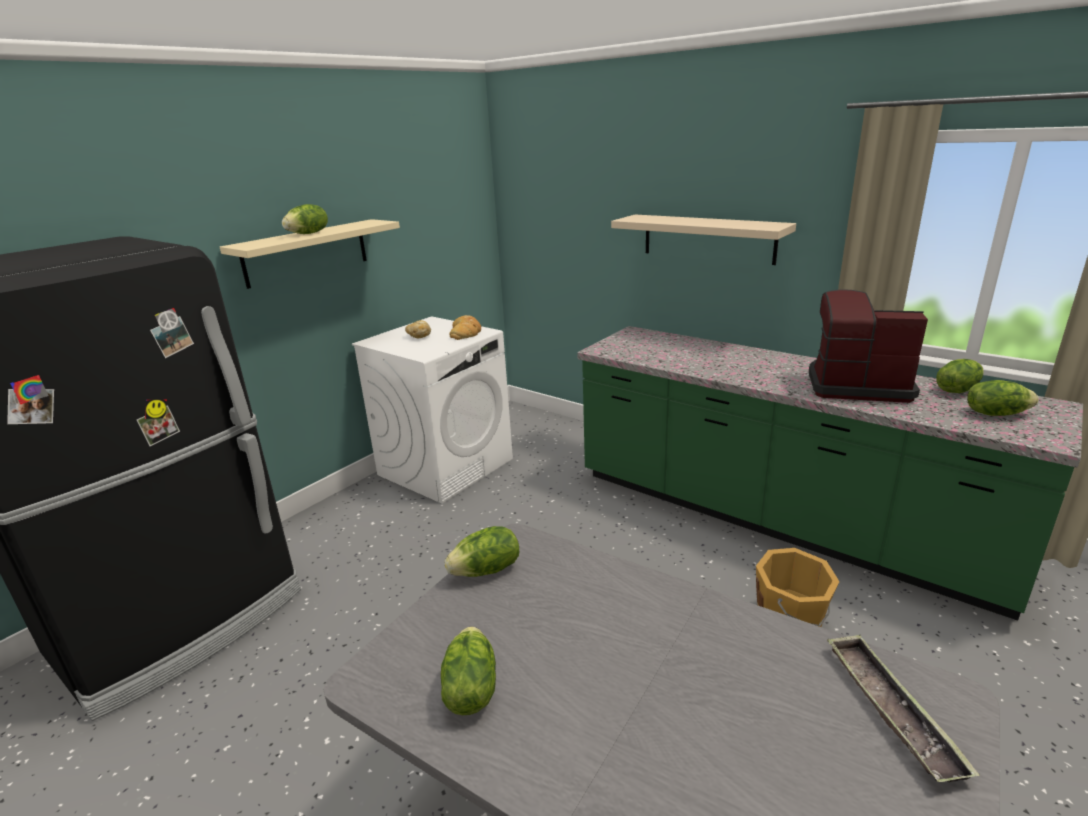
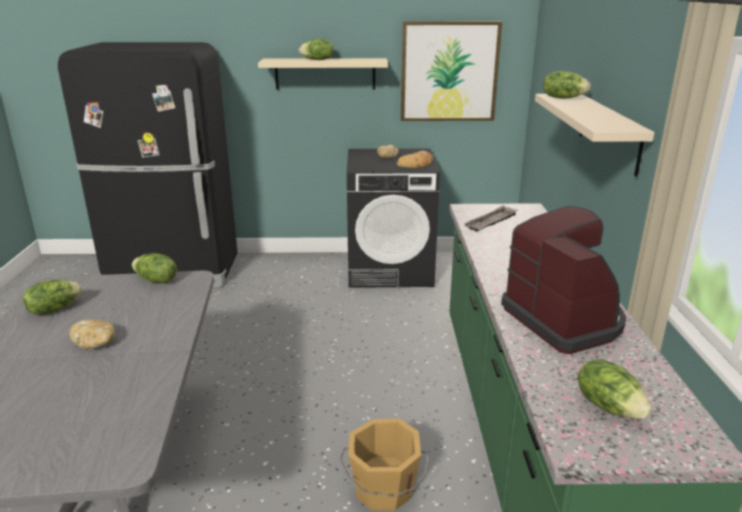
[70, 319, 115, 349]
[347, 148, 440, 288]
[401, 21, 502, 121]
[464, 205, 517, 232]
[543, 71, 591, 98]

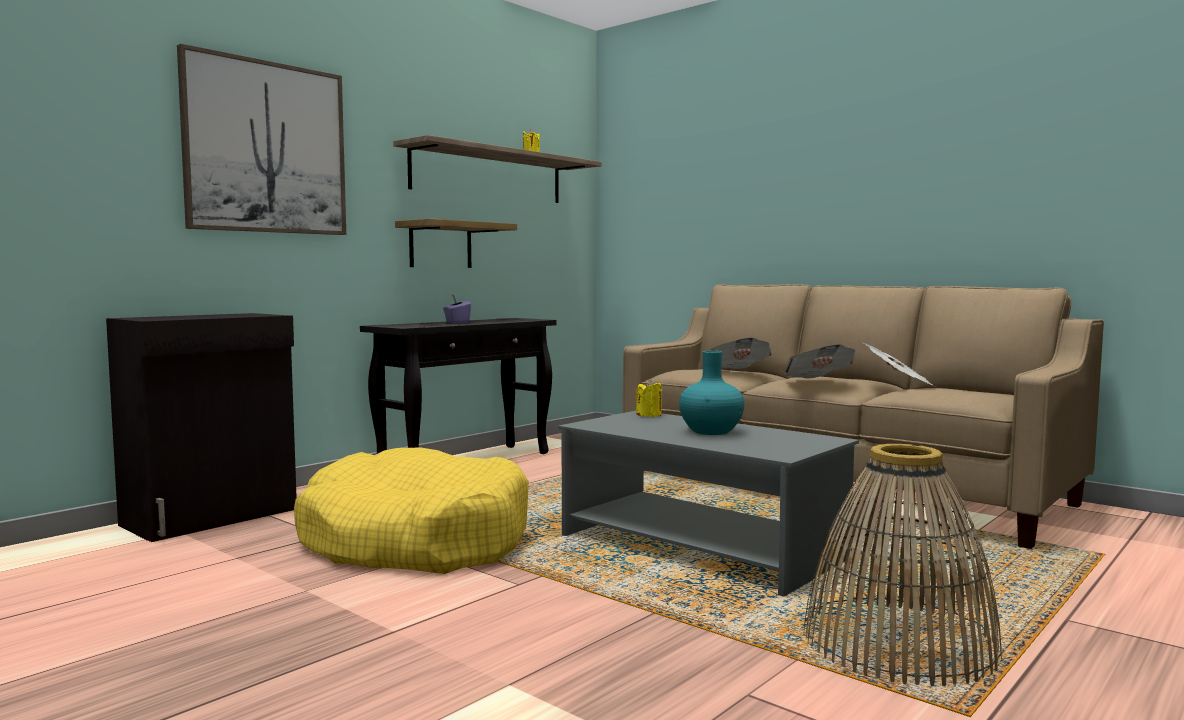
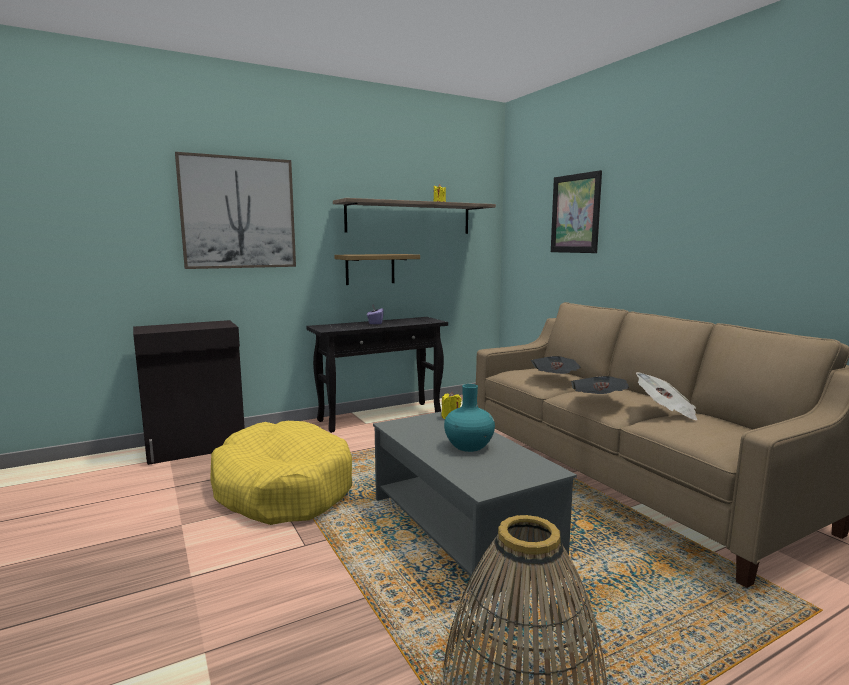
[551, 170, 602, 253]

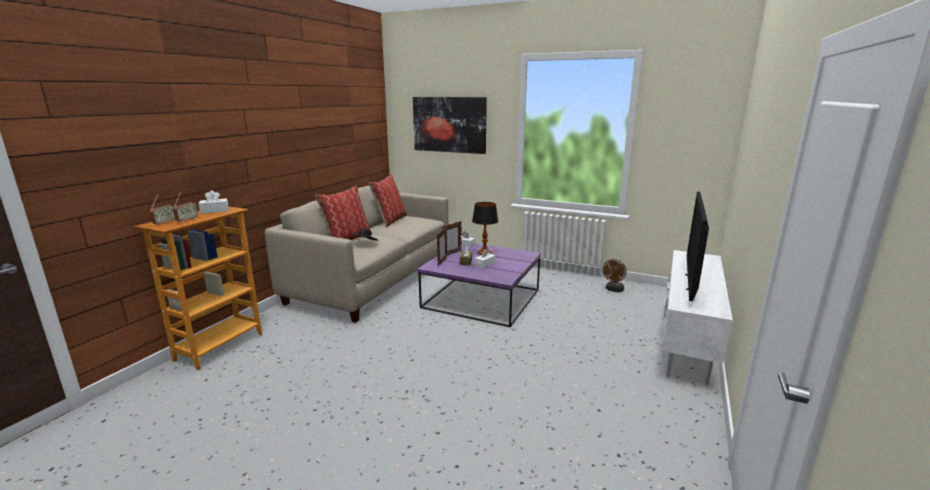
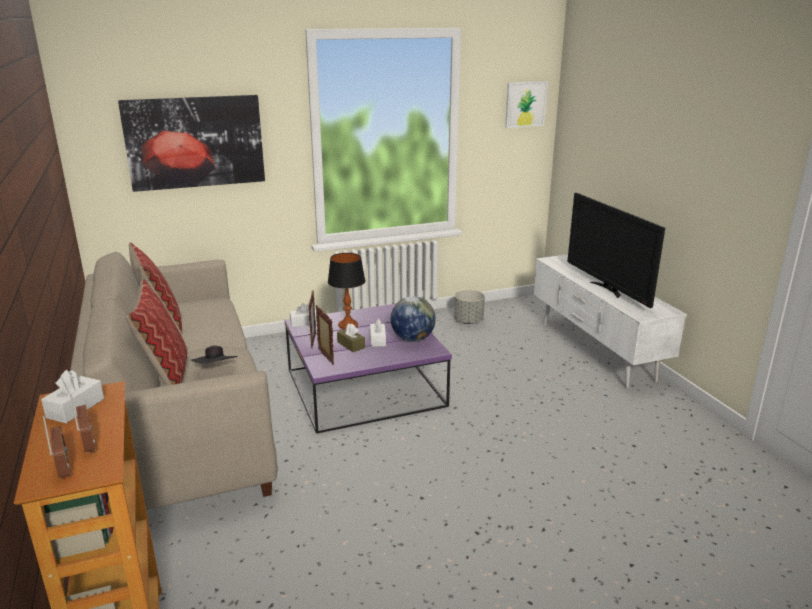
[391, 296, 436, 342]
[454, 290, 485, 324]
[505, 81, 547, 128]

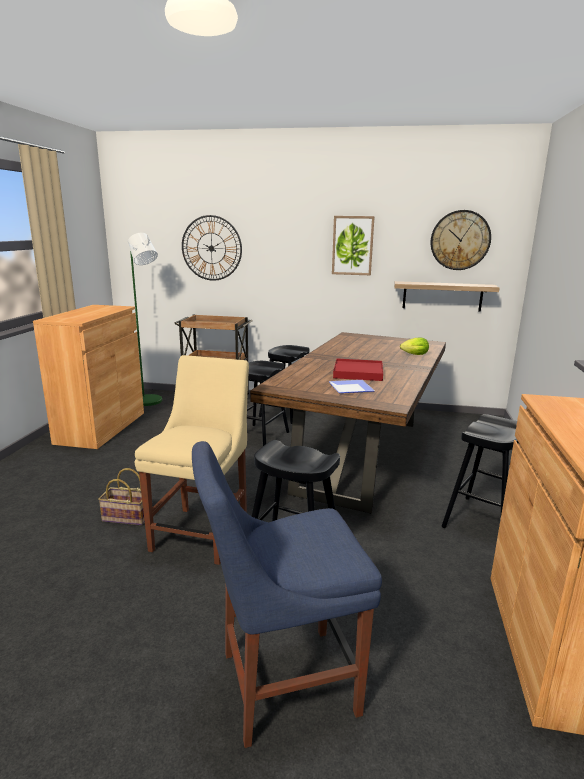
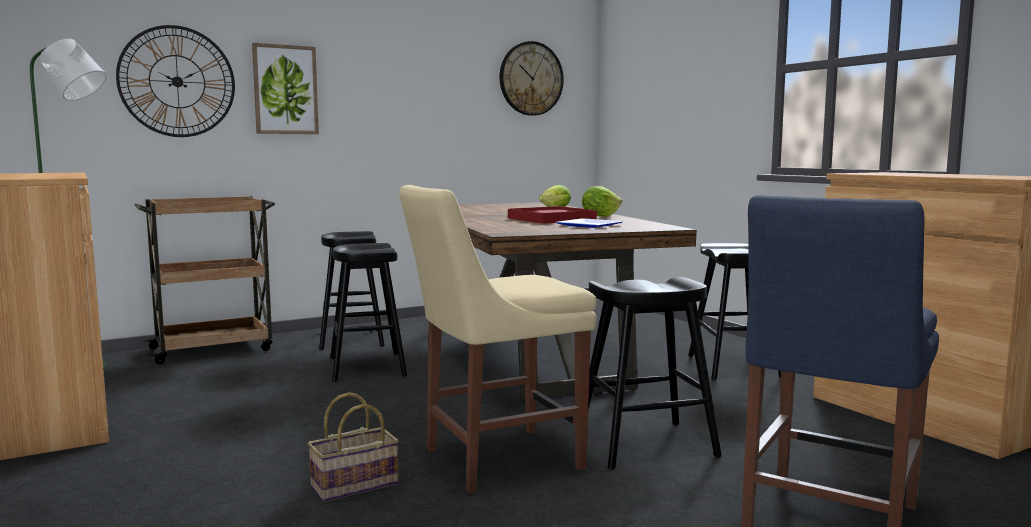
[252, 43, 319, 134]
[399, 185, 597, 494]
[582, 186, 622, 217]
[394, 281, 500, 312] (first image)

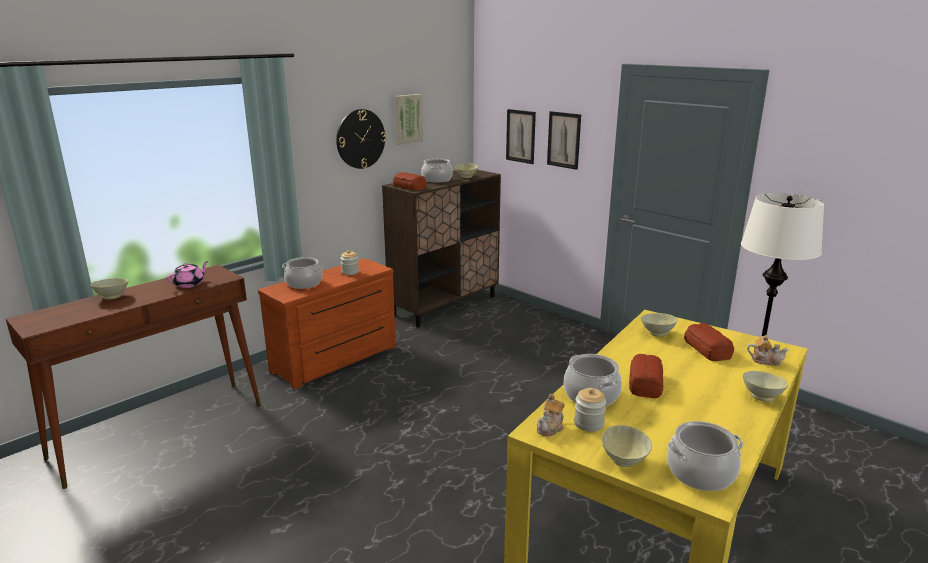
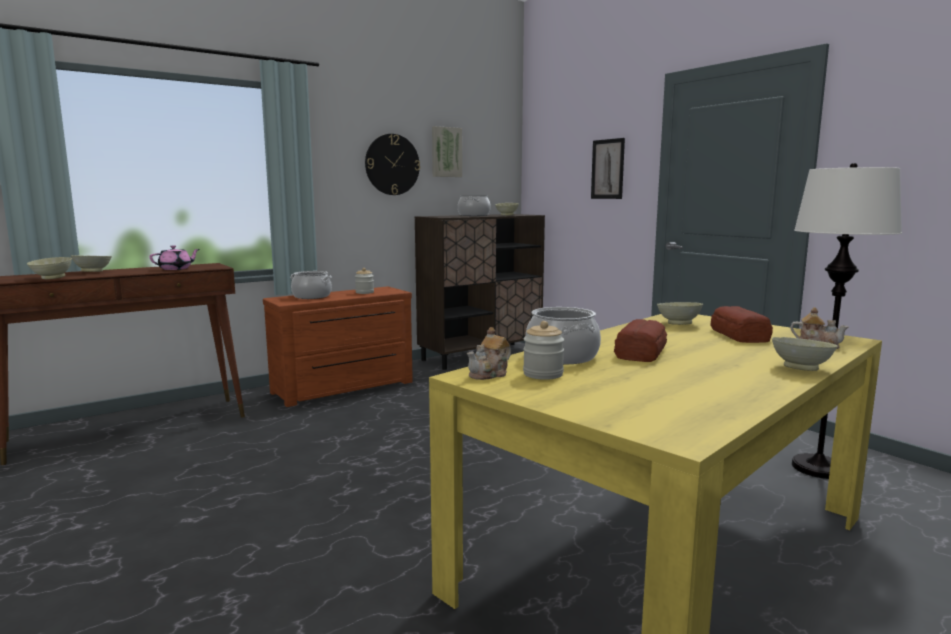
[27, 257, 72, 279]
[393, 172, 426, 190] (first image)
[506, 109, 536, 164] (first image)
[667, 421, 743, 491] (first image)

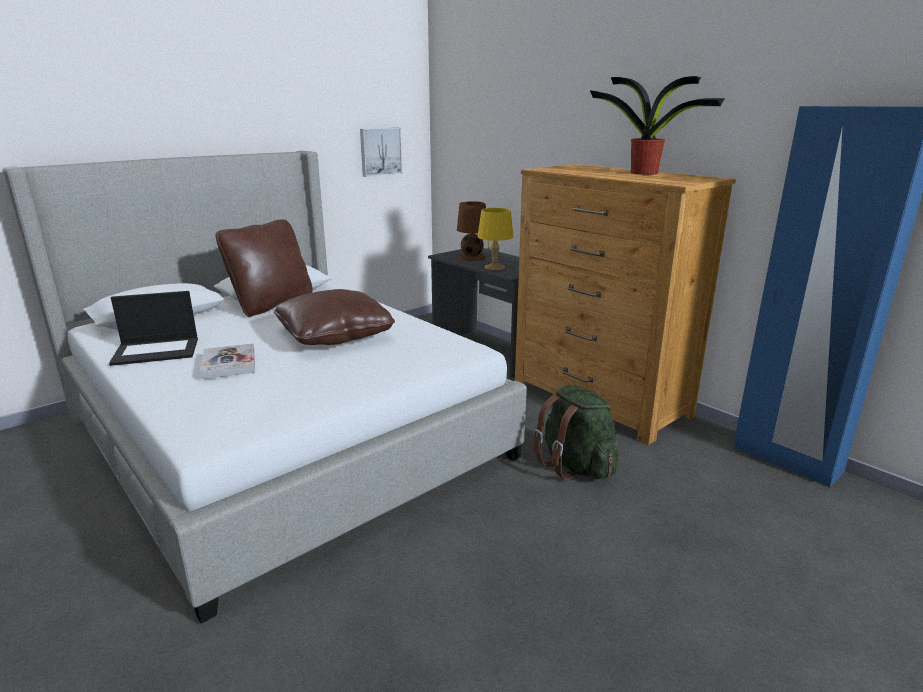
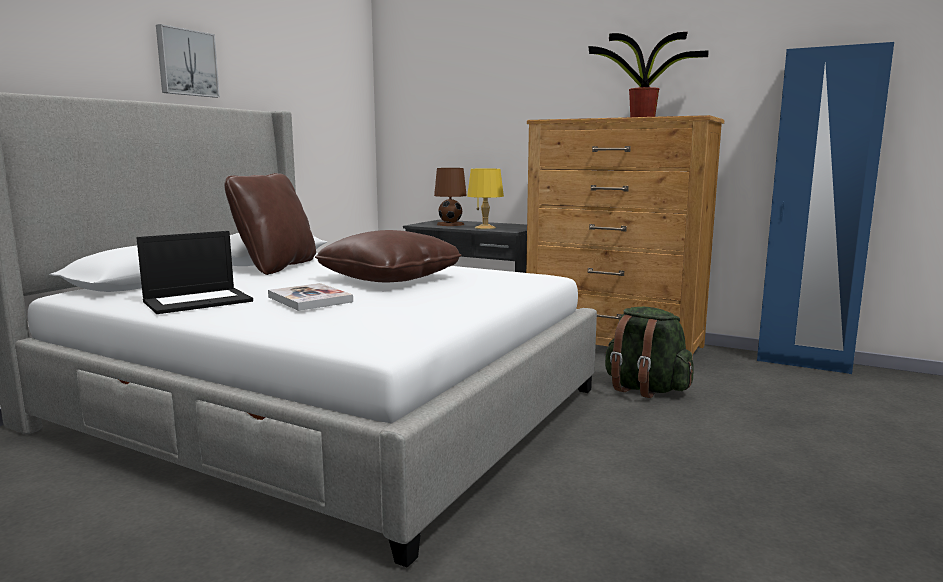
[156, 24, 220, 98]

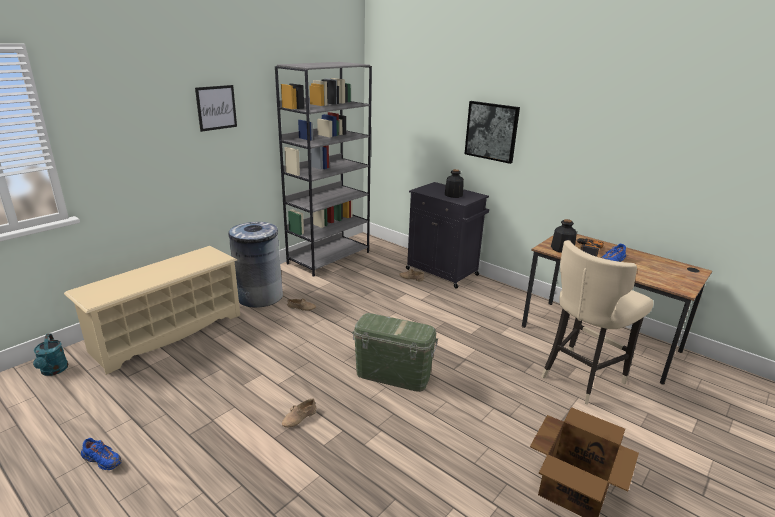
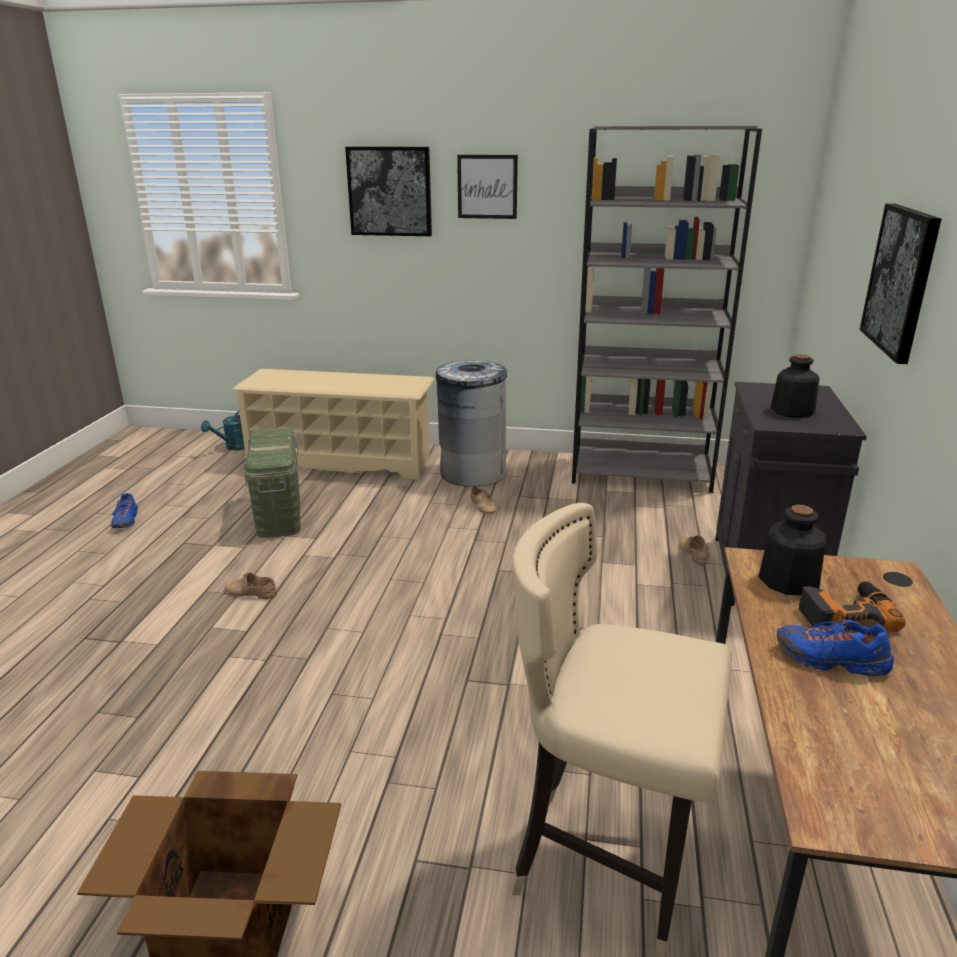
[244, 427, 300, 538]
[345, 147, 432, 236]

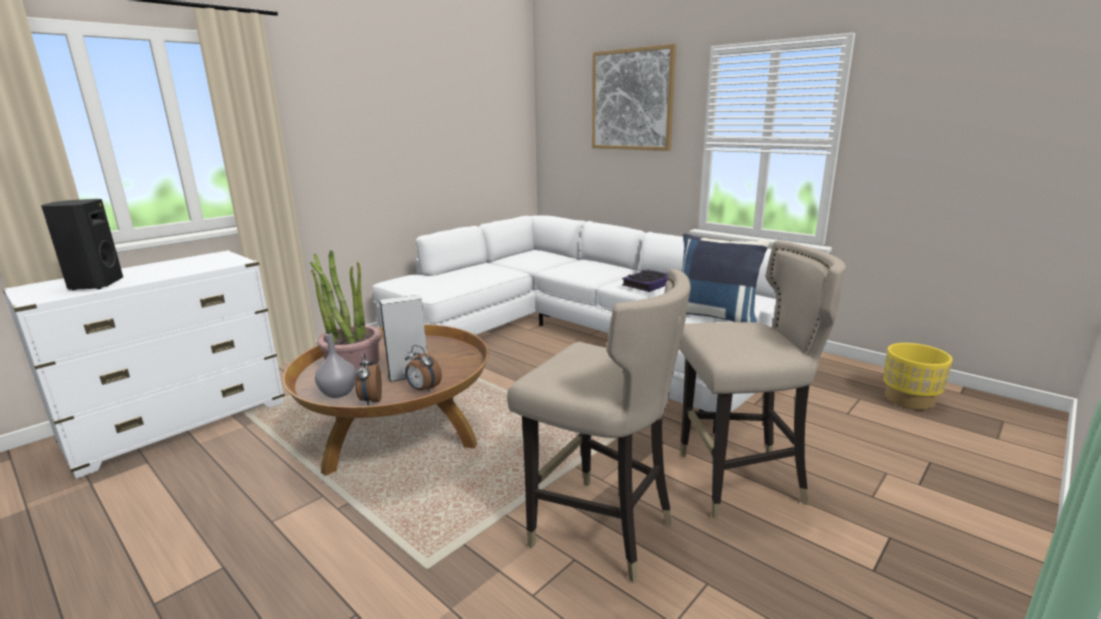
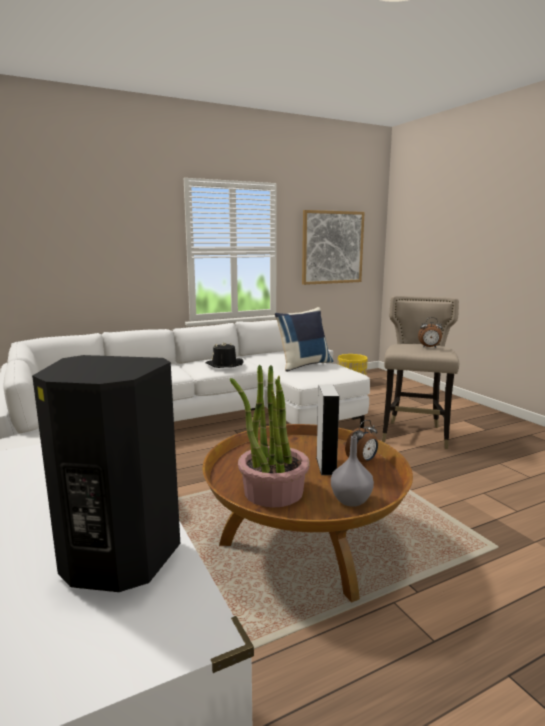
[205, 342, 243, 368]
[302, 210, 365, 285]
[418, 317, 442, 348]
[507, 269, 691, 583] (first image)

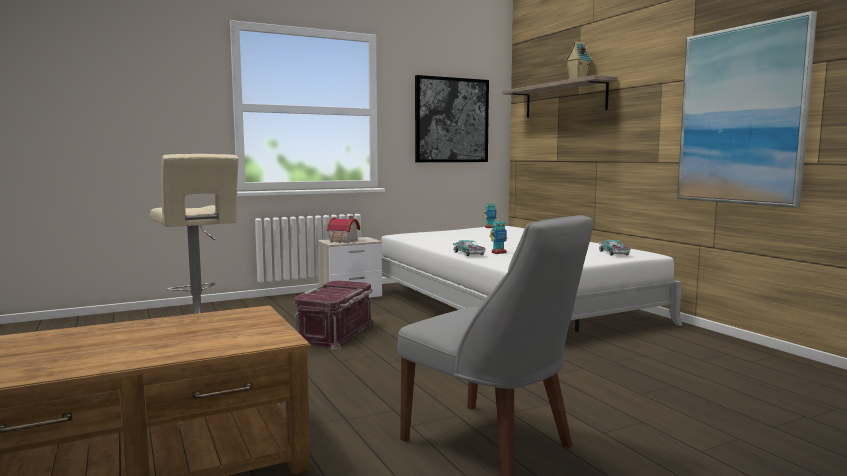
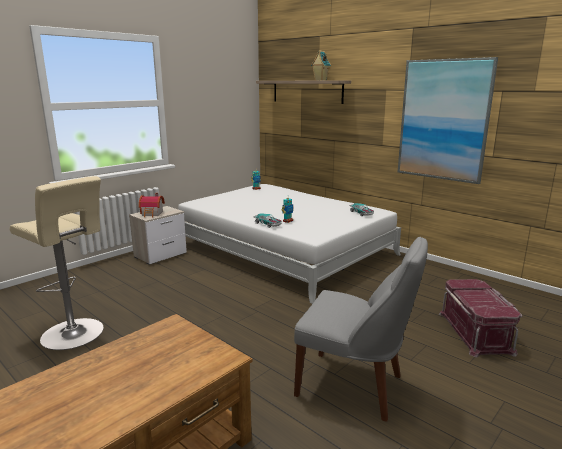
[439, 279, 522, 357]
[415, 75, 489, 162] (first image)

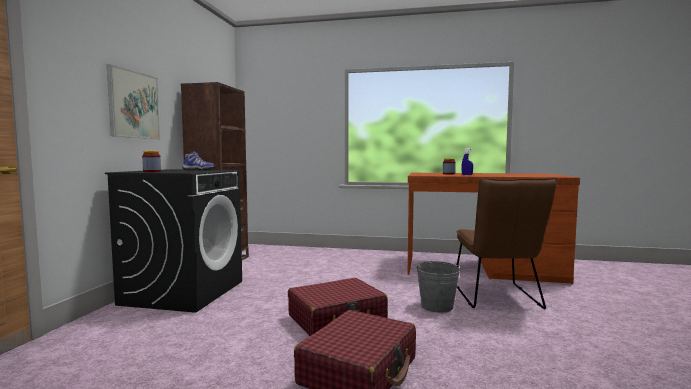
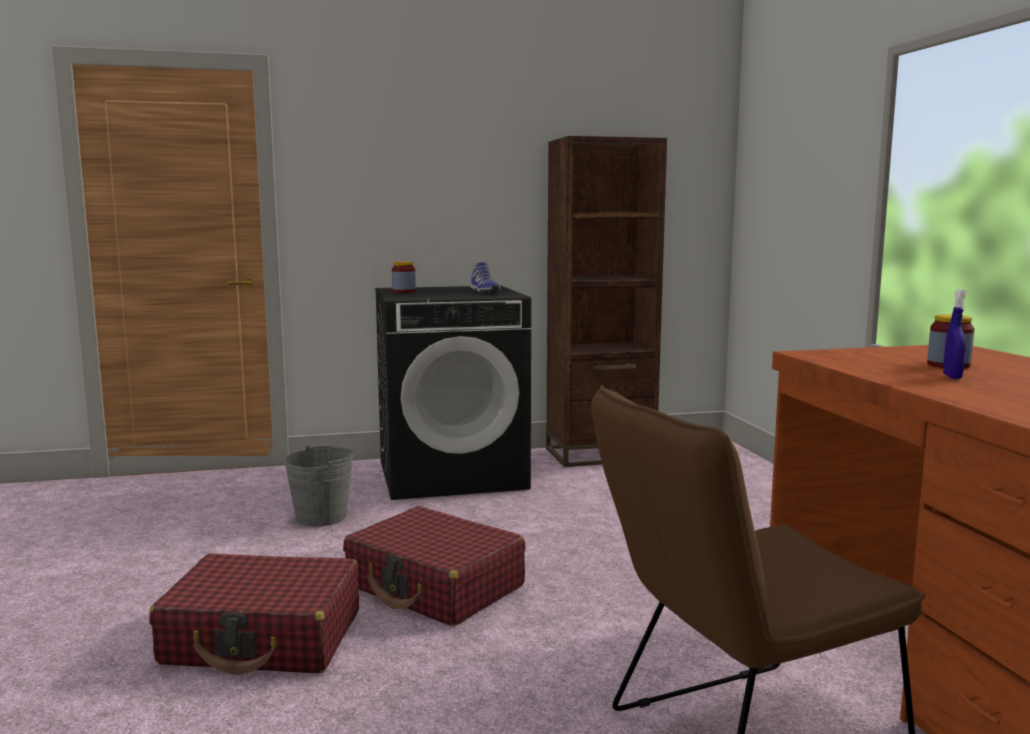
[284, 445, 353, 527]
[107, 64, 160, 139] (first image)

